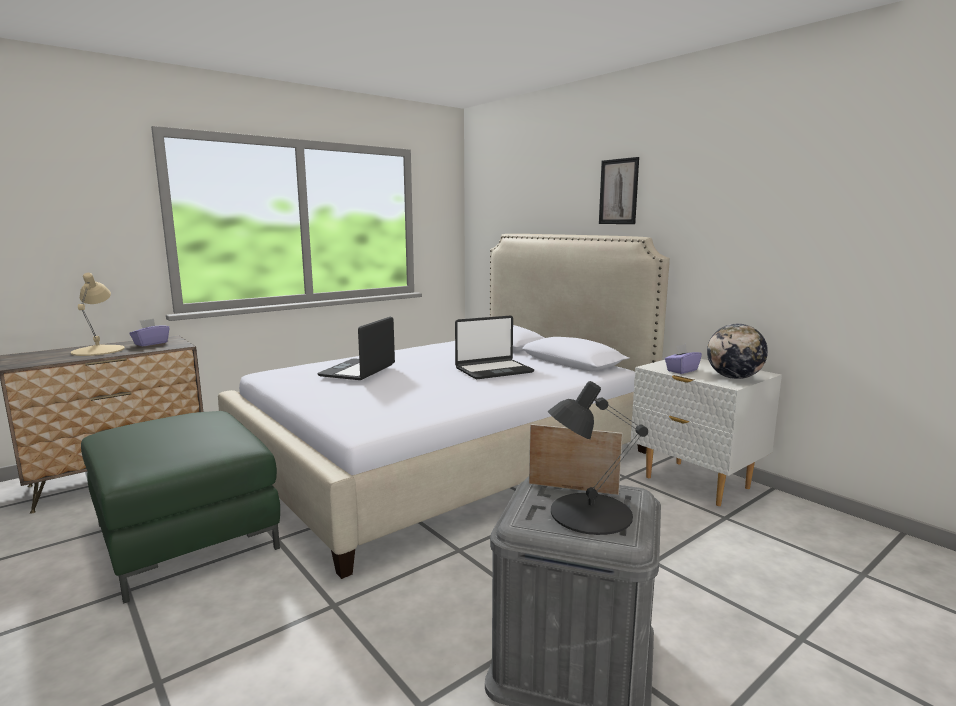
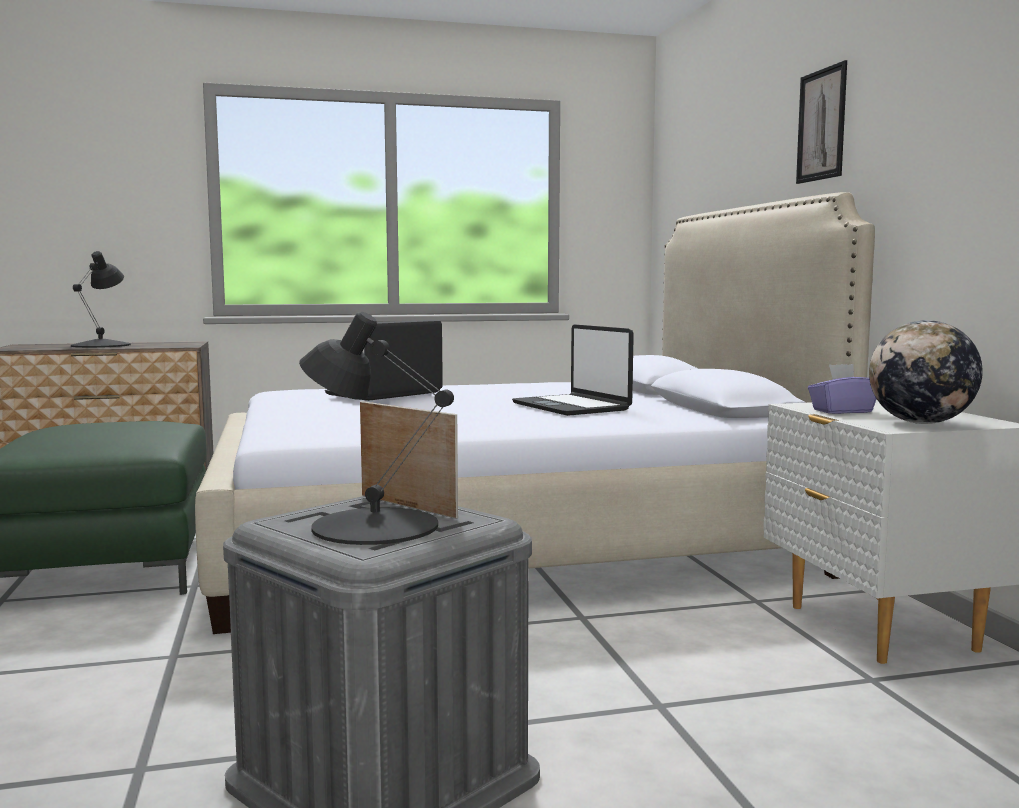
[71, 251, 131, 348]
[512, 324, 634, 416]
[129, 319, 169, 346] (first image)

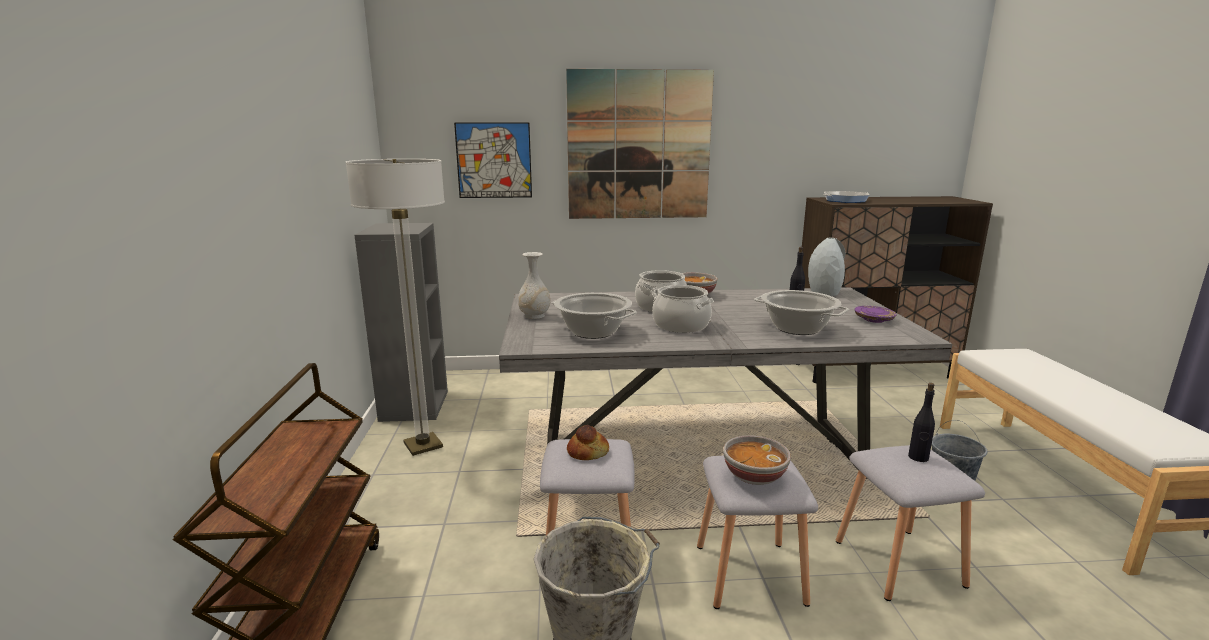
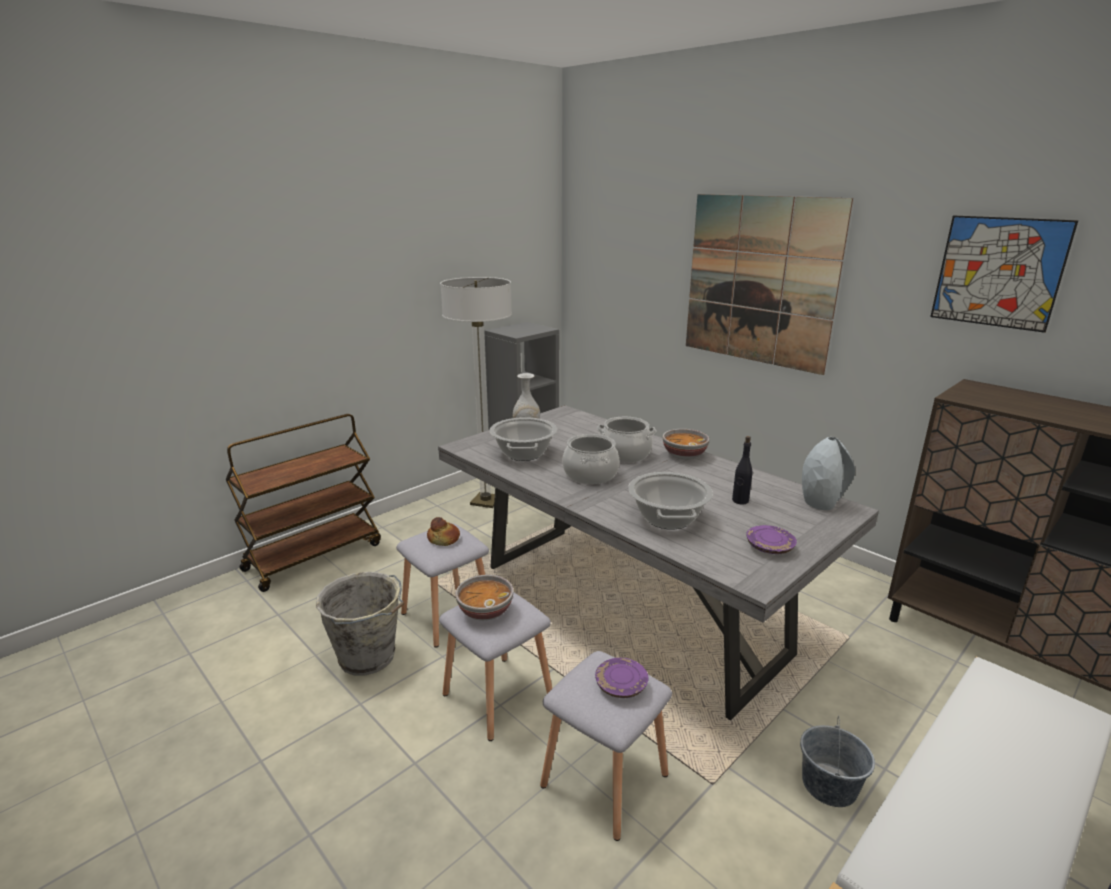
[595, 658, 648, 698]
[930, 216, 1079, 333]
[823, 191, 869, 203] (first image)

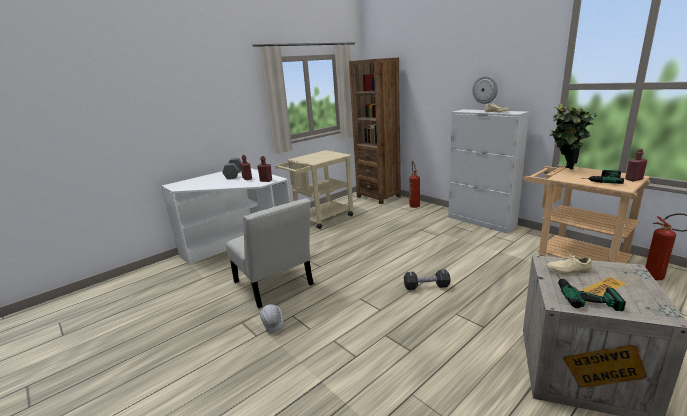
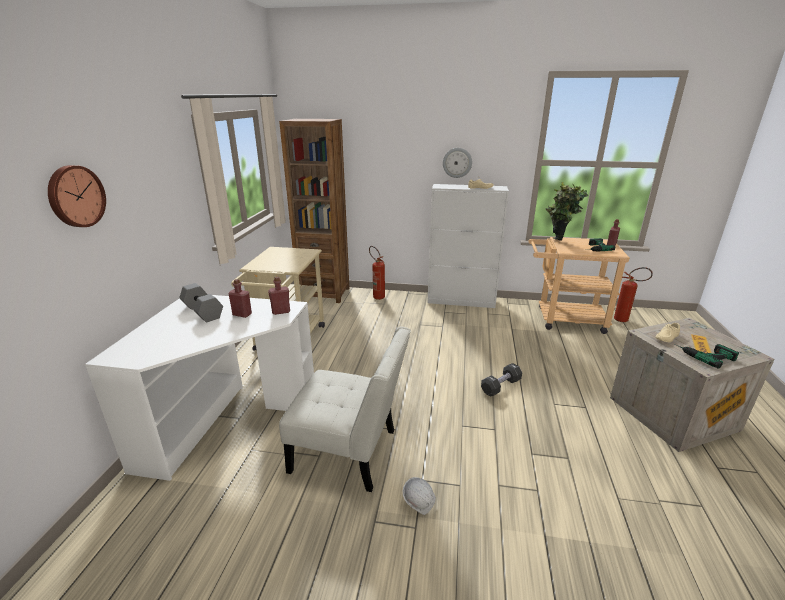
[48, 165, 106, 227]

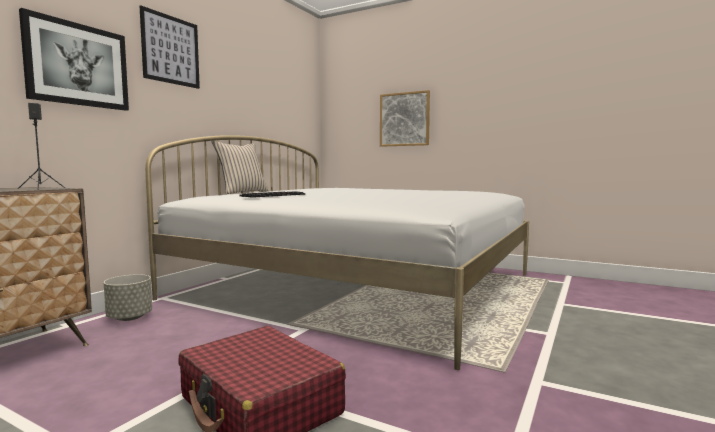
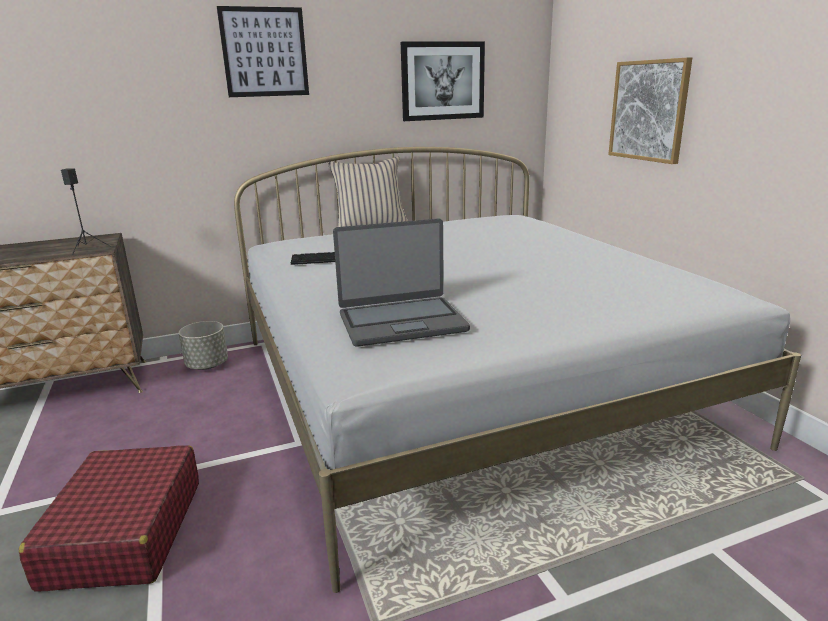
[333, 218, 470, 347]
[401, 42, 485, 121]

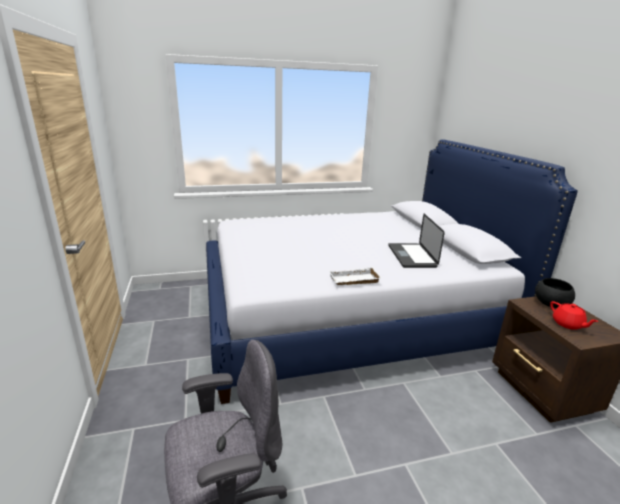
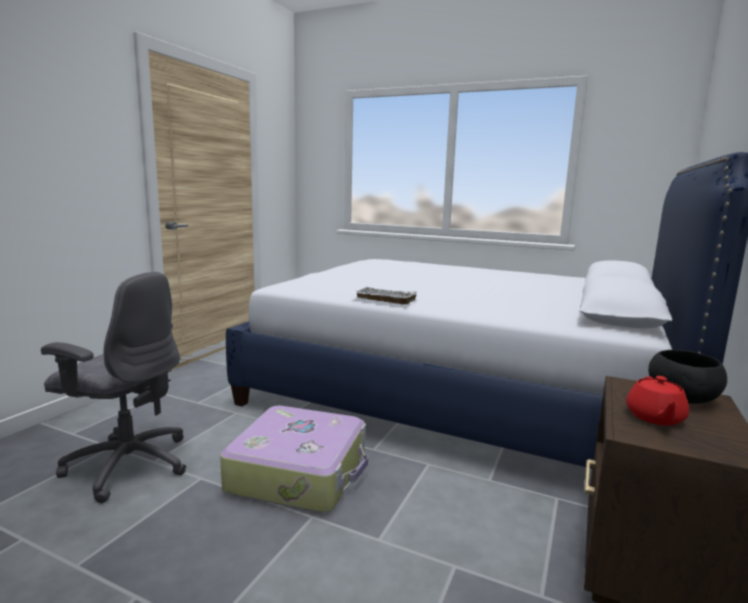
[220, 406, 368, 513]
[388, 214, 445, 268] (first image)

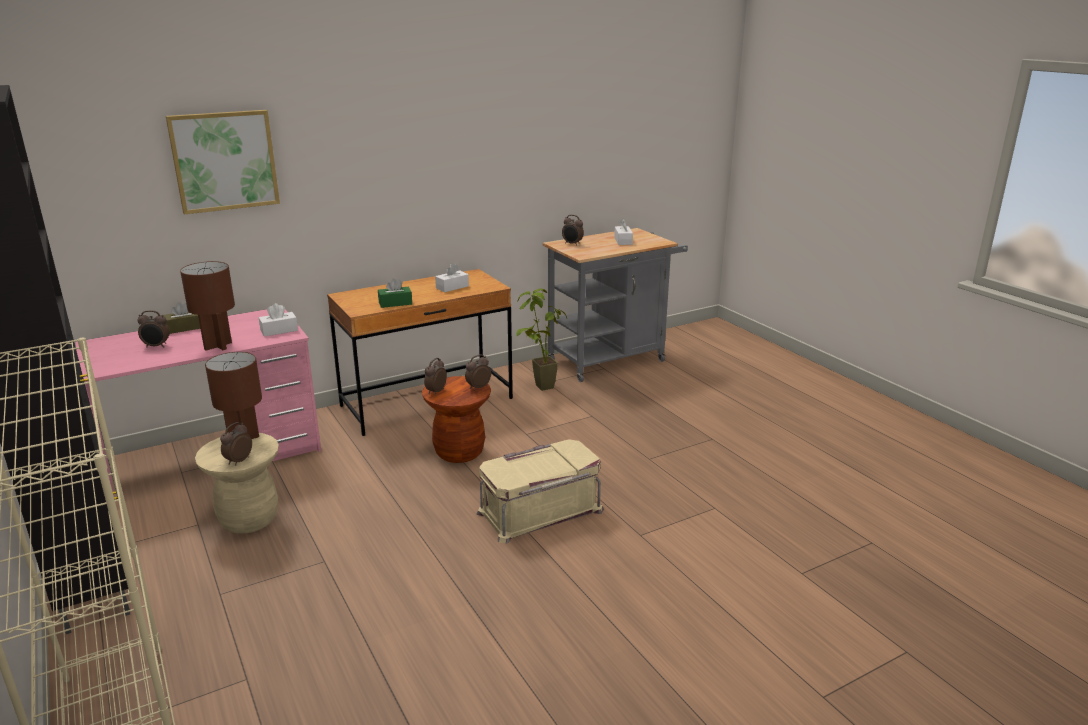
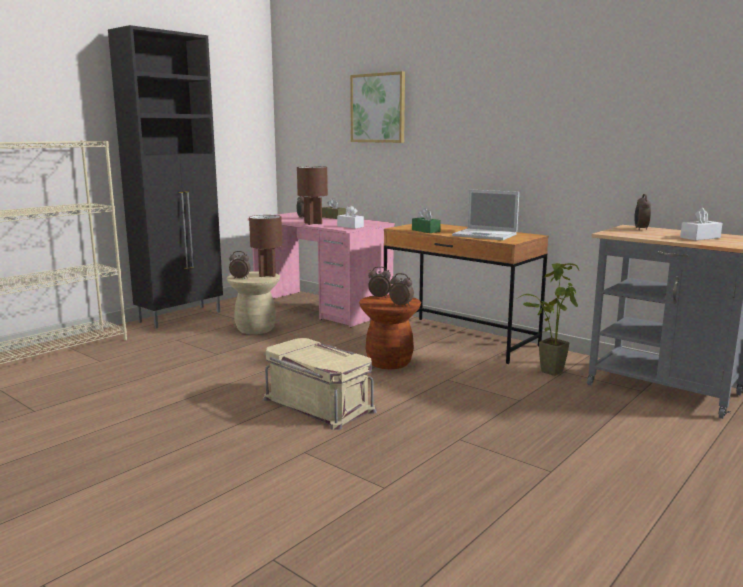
[452, 189, 519, 240]

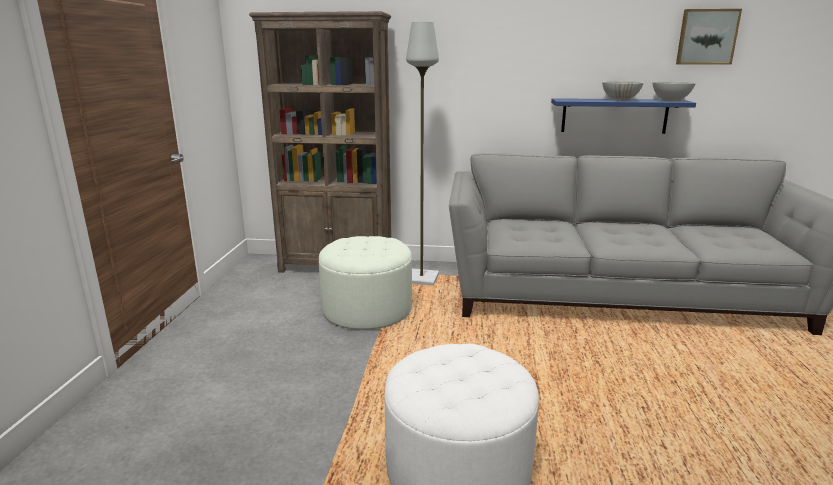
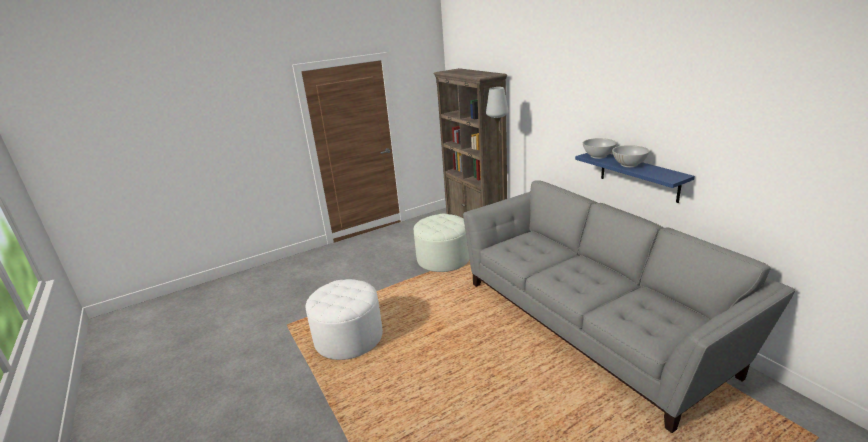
[583, 138, 617, 159]
[676, 9, 742, 65] (first image)

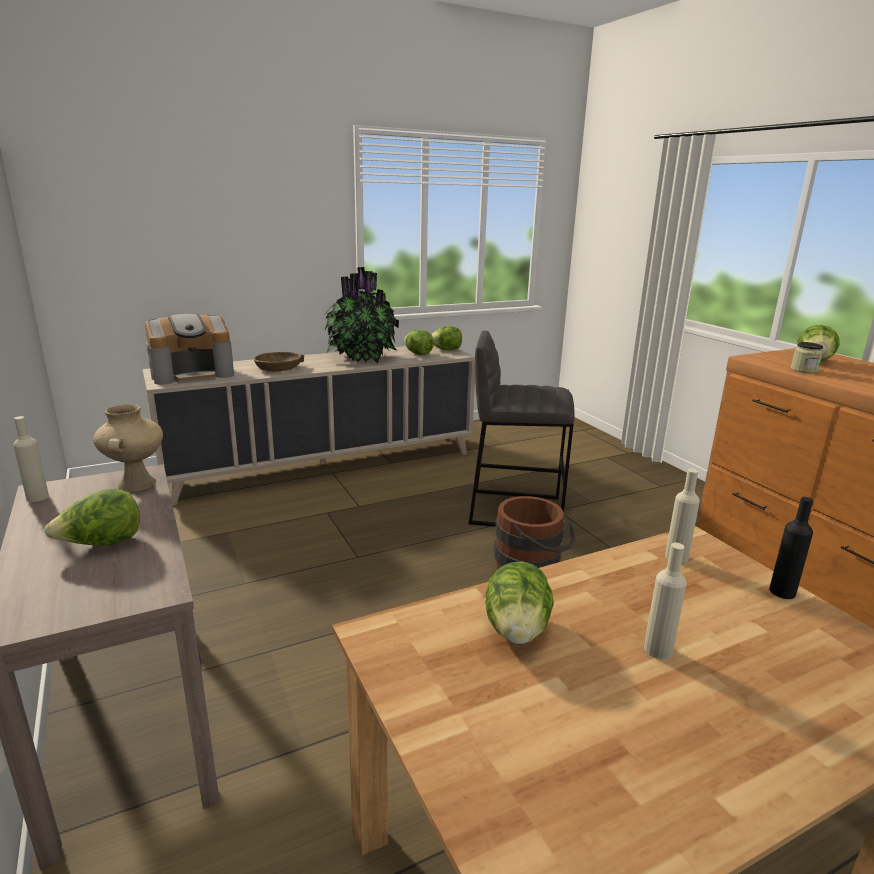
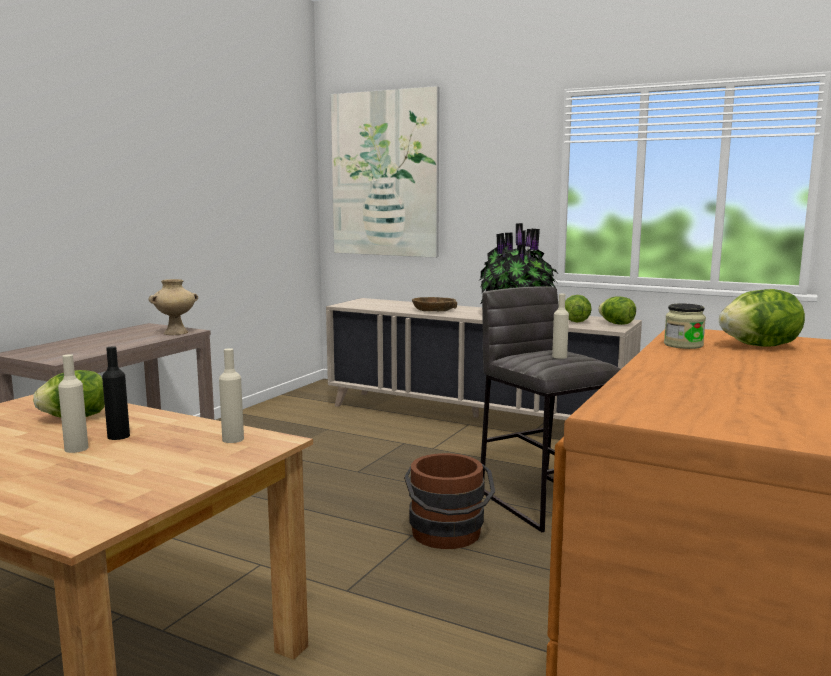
[102, 346, 130, 440]
[331, 86, 439, 258]
[552, 294, 569, 359]
[44, 489, 140, 546] (first image)
[145, 313, 234, 385] (first image)

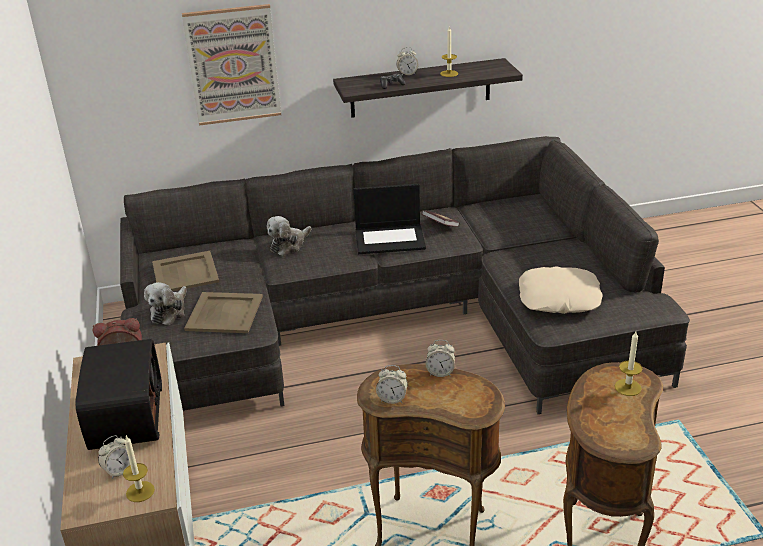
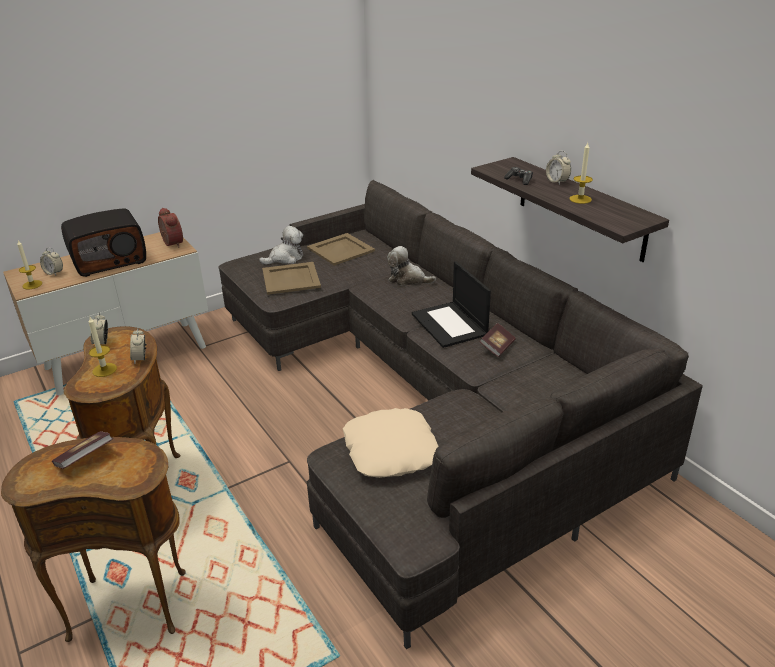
[52, 431, 113, 469]
[88, 317, 117, 377]
[259, 226, 303, 265]
[182, 4, 281, 126] (first image)

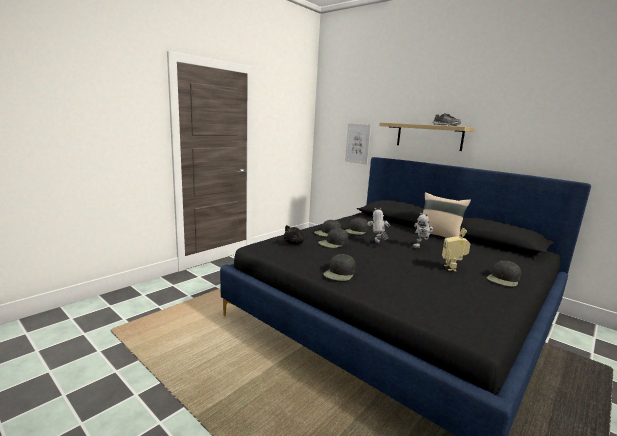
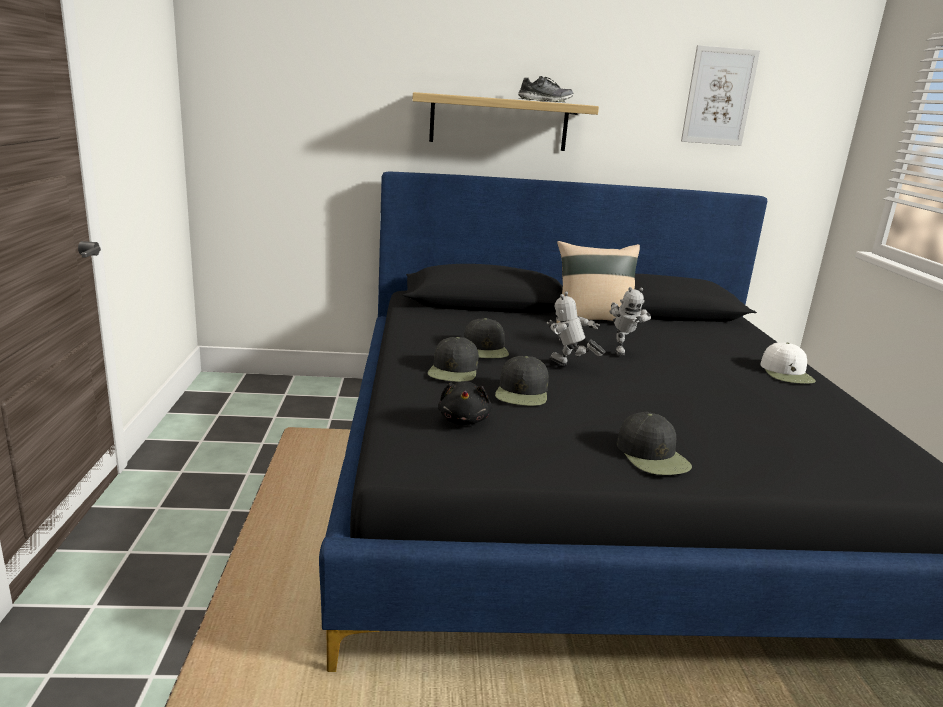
[681, 45, 760, 146]
[760, 342, 816, 384]
[442, 228, 470, 271] (first image)

